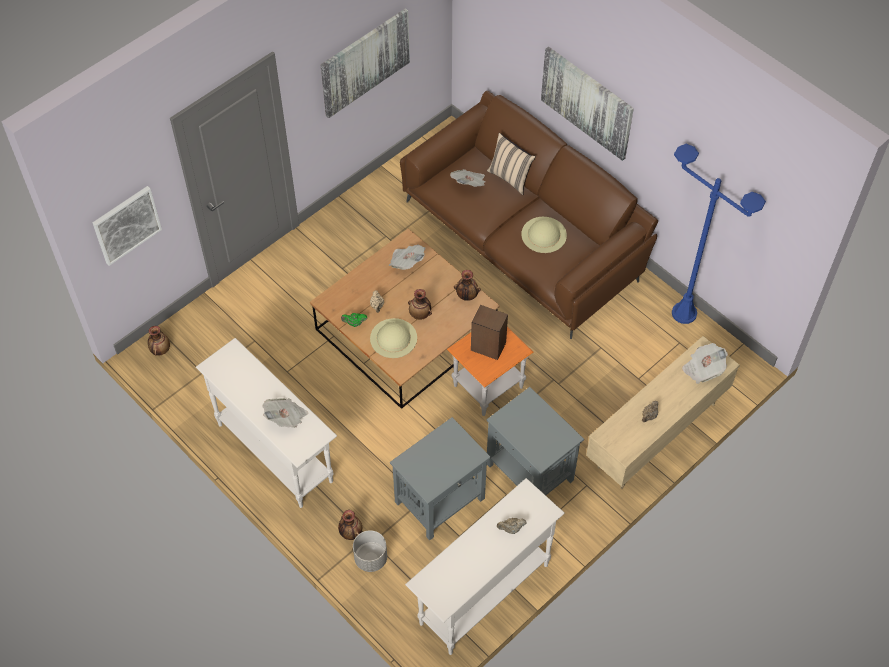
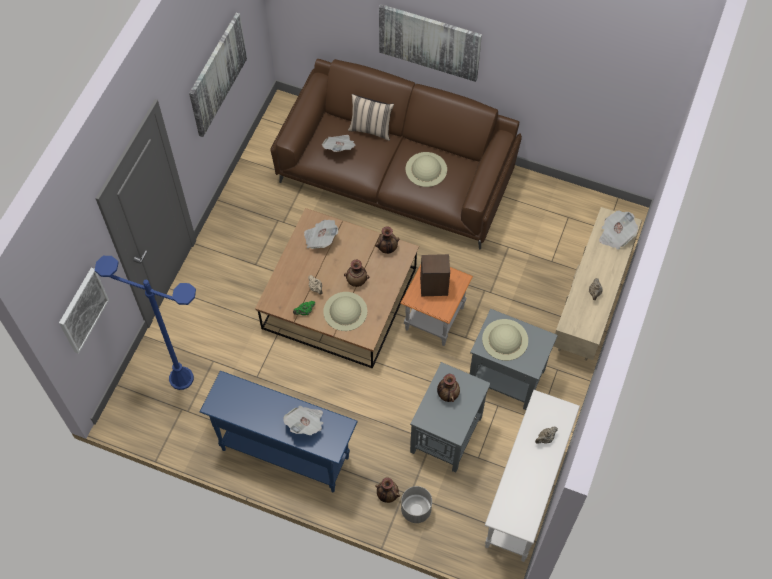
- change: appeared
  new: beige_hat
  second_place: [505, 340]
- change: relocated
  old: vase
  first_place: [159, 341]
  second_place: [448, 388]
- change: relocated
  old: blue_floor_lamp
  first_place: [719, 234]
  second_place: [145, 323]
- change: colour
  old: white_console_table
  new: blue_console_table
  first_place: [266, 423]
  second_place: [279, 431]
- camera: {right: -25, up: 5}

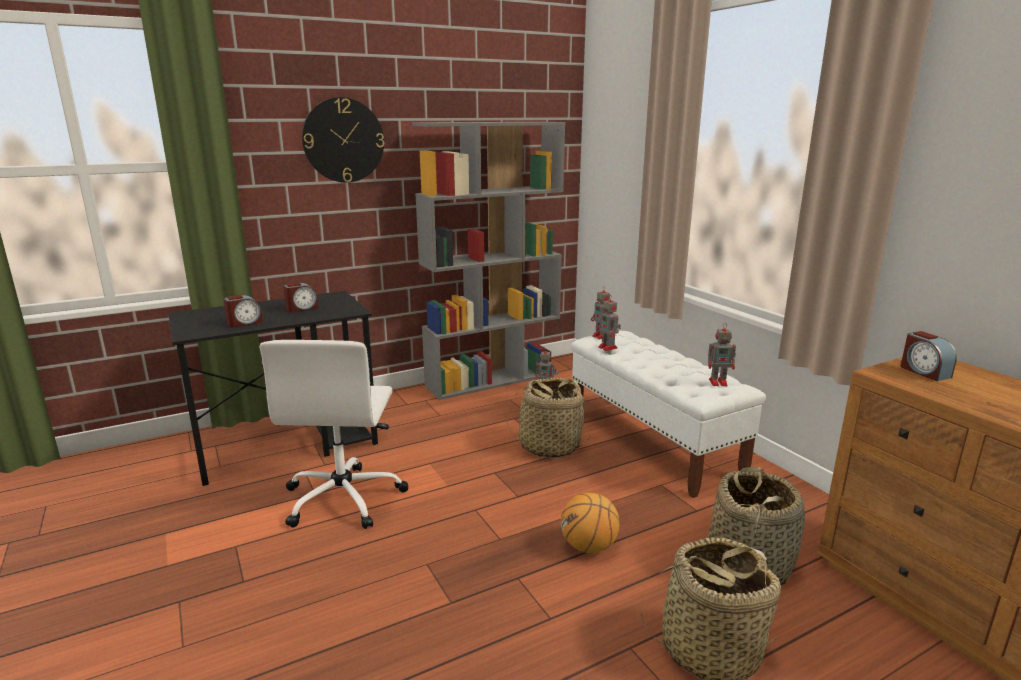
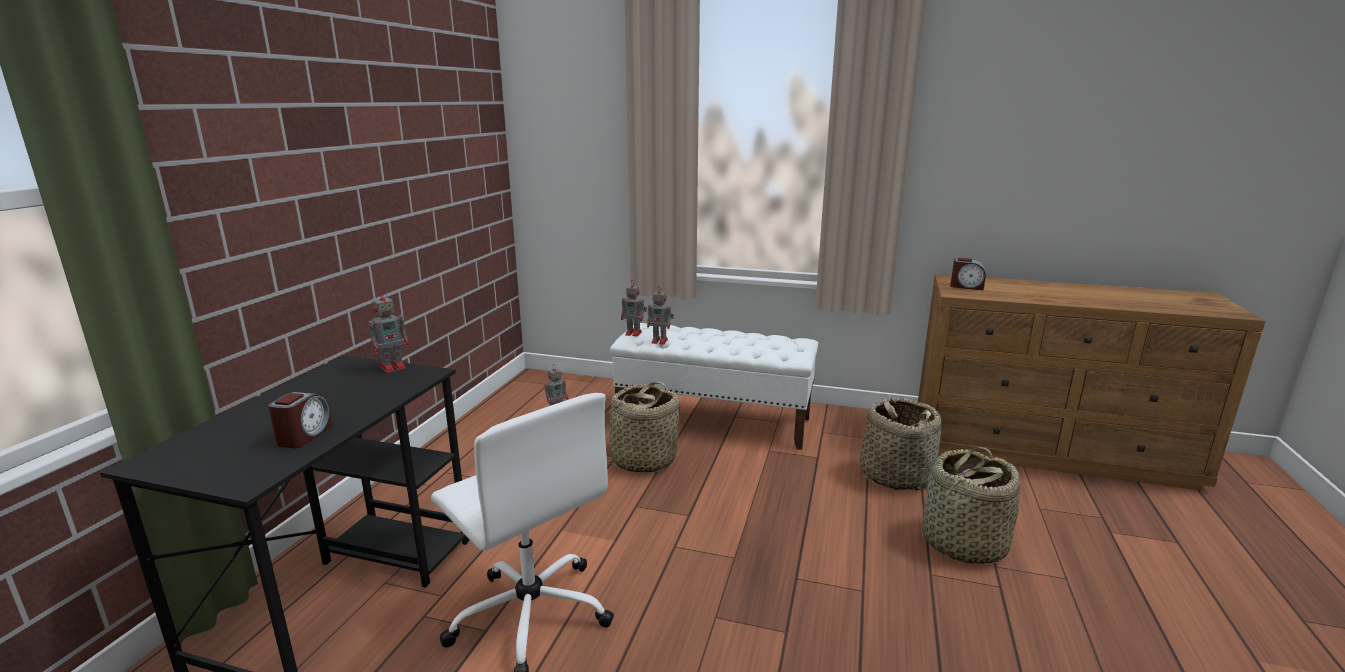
- change: missing
  old: alarm_clock
  first_place: [300, 297]
- change: missing
  old: wall_clock
  first_place: [343, 140]
- change: missing
  old: grey_bookcase
  first_place: [488, 261]
- change: missing
  old: basketball
  first_place: [590, 523]
- change: relocated
  old: toy_robot
  first_place: [722, 354]
  second_place: [388, 331]
- camera: {right: -45, up: 0}

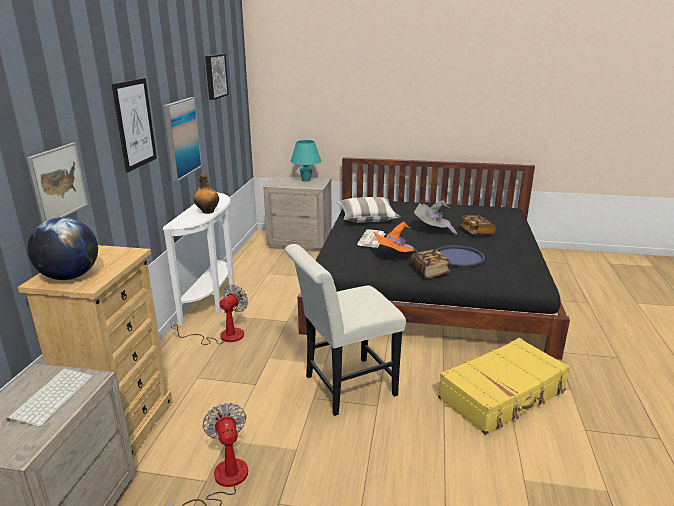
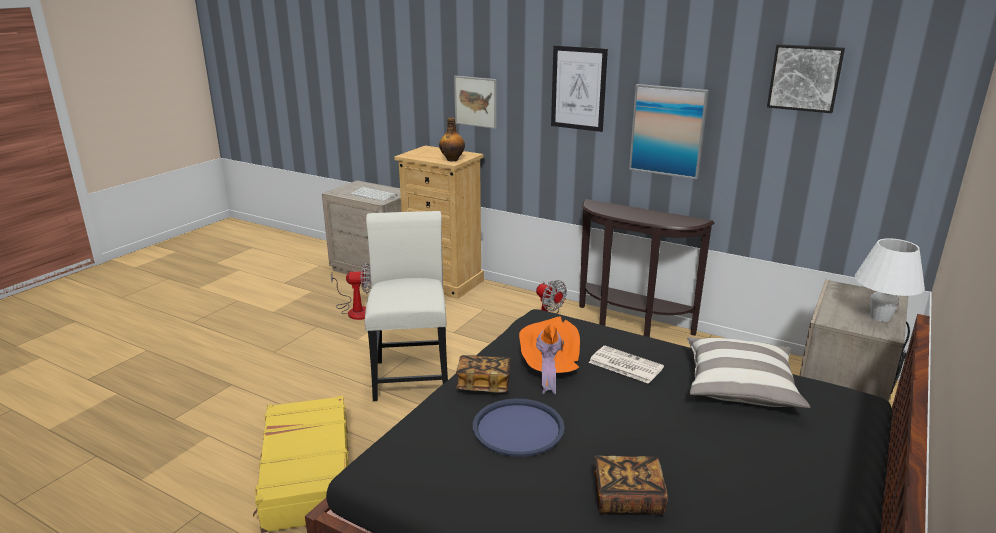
- change: missing
  old: globe
  first_place: [62, 248]
- change: missing
  old: grey_hat
  first_place: [435, 218]
- change: relocated
  old: bottle
  first_place: [206, 194]
  second_place: [452, 139]
- change: colour
  old: white_console_table
  new: brown_console_table
  first_place: [198, 259]
  second_place: [646, 268]
- change: colour
  old: turquoise_table_lamp
  new: white_table_lamp
  first_place: [306, 160]
  second_place: [890, 280]
- camera: {right: 110, up: 0}

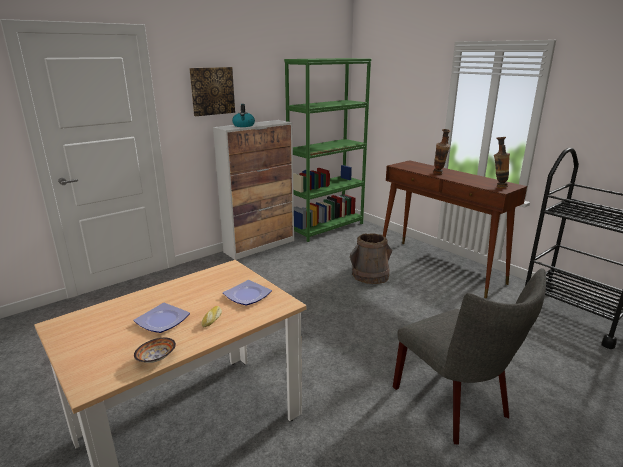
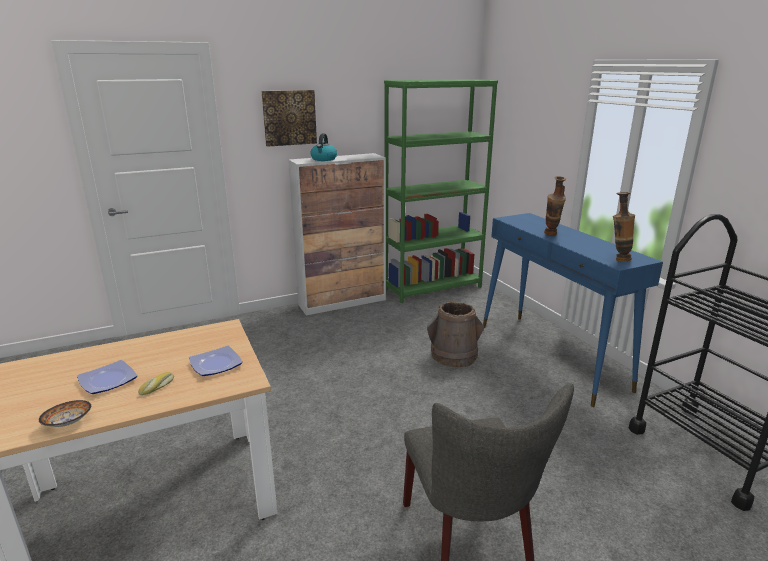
- change: colour
  old: brown_console_table
  new: blue_console_table
  first_place: [455, 229]
  second_place: [573, 310]
- camera: {right: 15, up: 0}

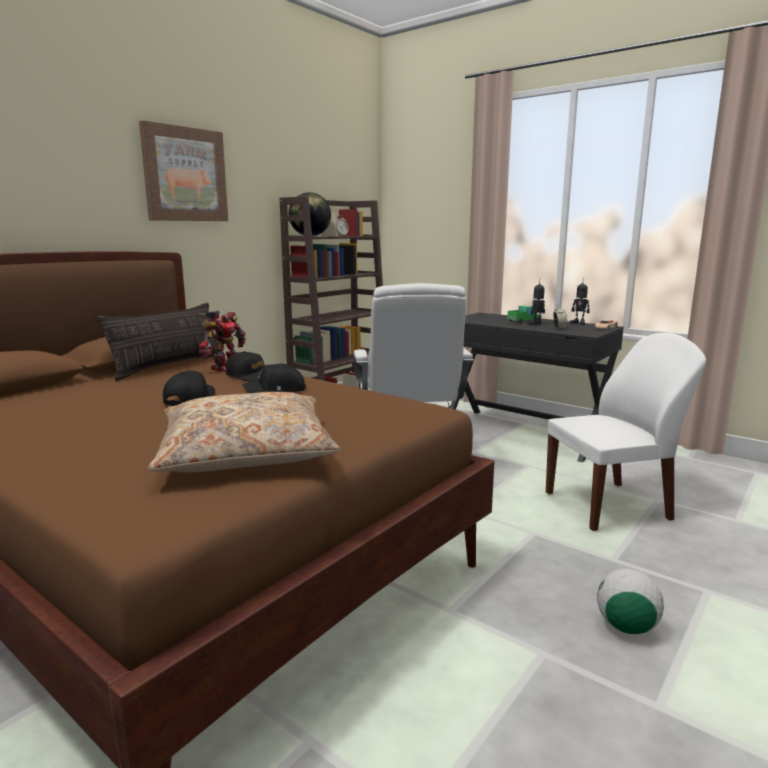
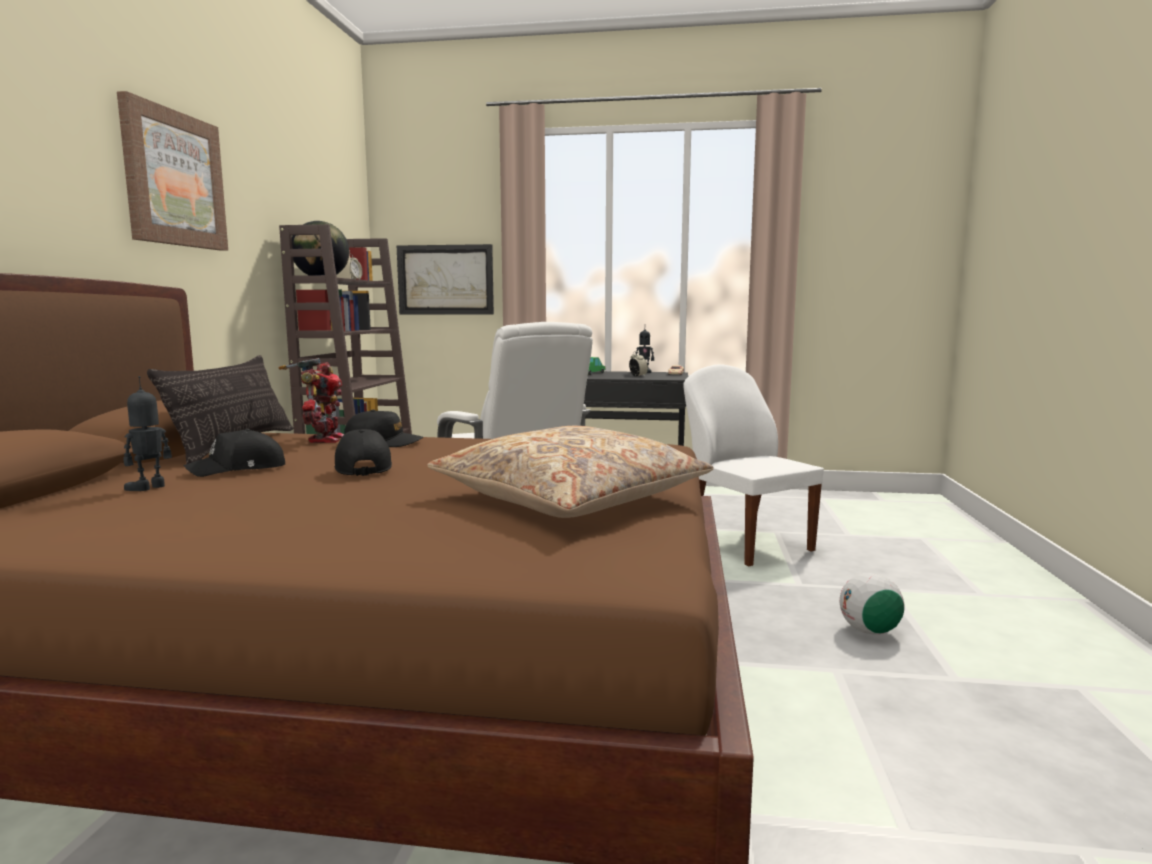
- change: appeared
  new: picture
  second_place: [445, 279]
- change: relocated
  old: black_cap
  first_place: [274, 378]
  second_place: [234, 453]
- change: relocated
  old: toy_robot
  first_place: [536, 304]
  second_place: [147, 433]
- change: spun
  old: white_chair
  first_place: [626, 432]
  second_place: [753, 465]
  degrees: -75
- camera: {right: -30, up: -5}

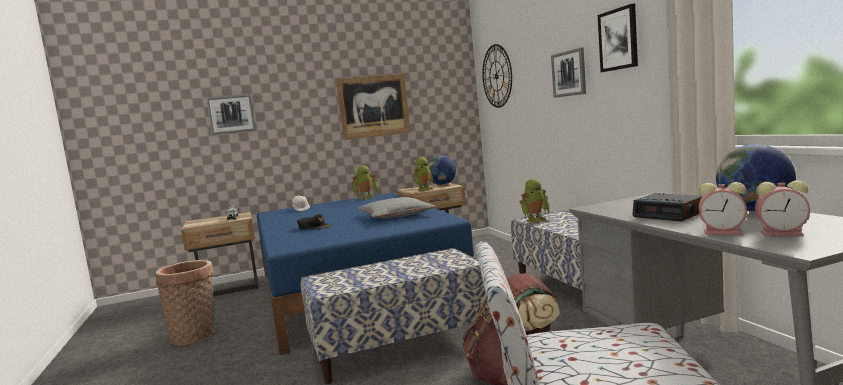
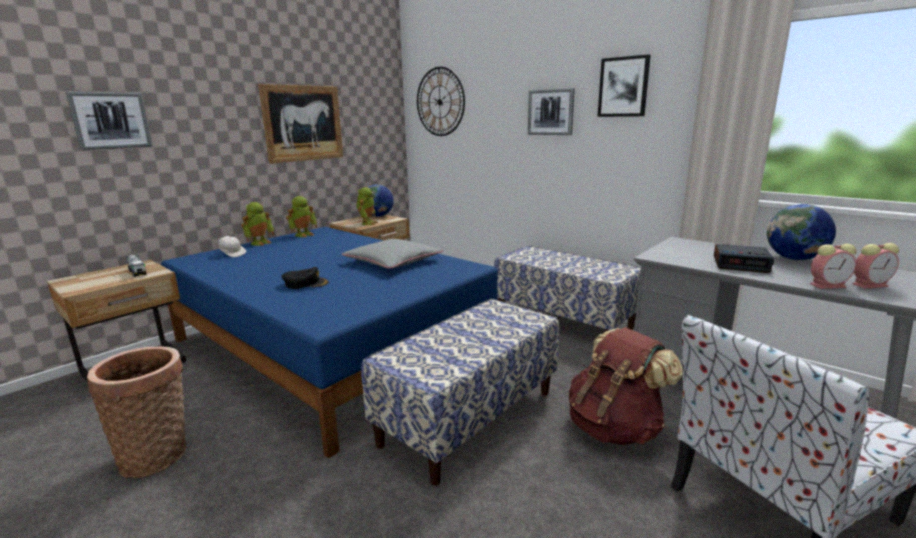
- change: relocated
  old: toy_robot
  first_place: [535, 201]
  second_place: [257, 224]
- camera: {right: -30, up: 10}

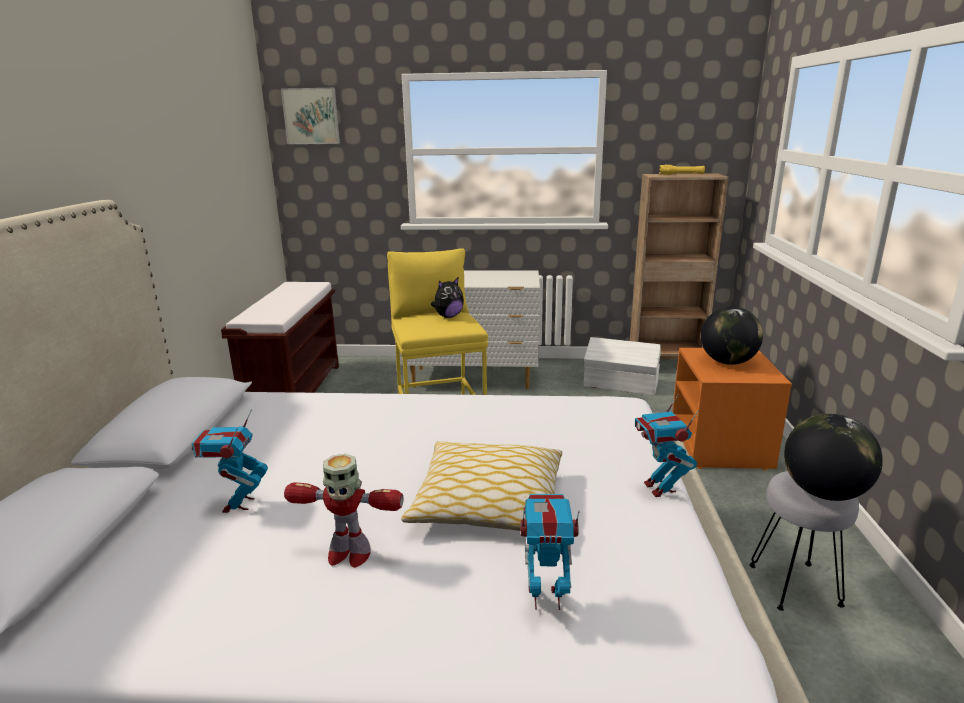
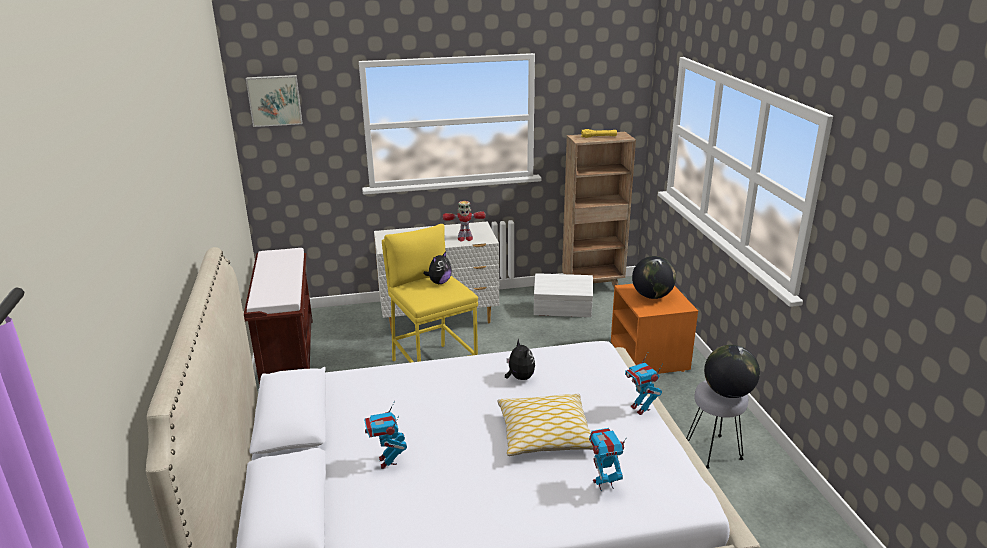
- change: appeared
  new: plush_toy
  second_place: [520, 359]
- change: relocated
  old: toy_robot
  first_place: [344, 511]
  second_place: [464, 221]
- camera: {right: -15, up: 5}

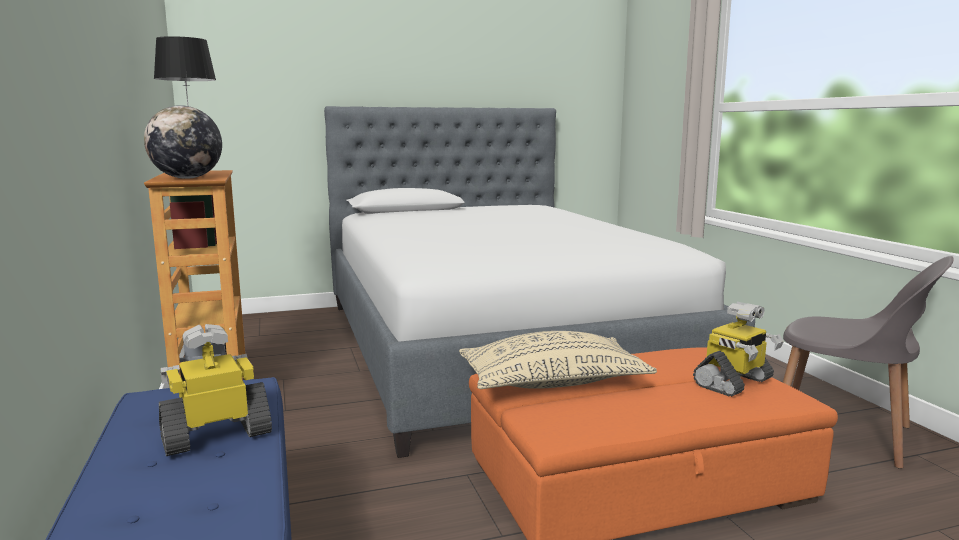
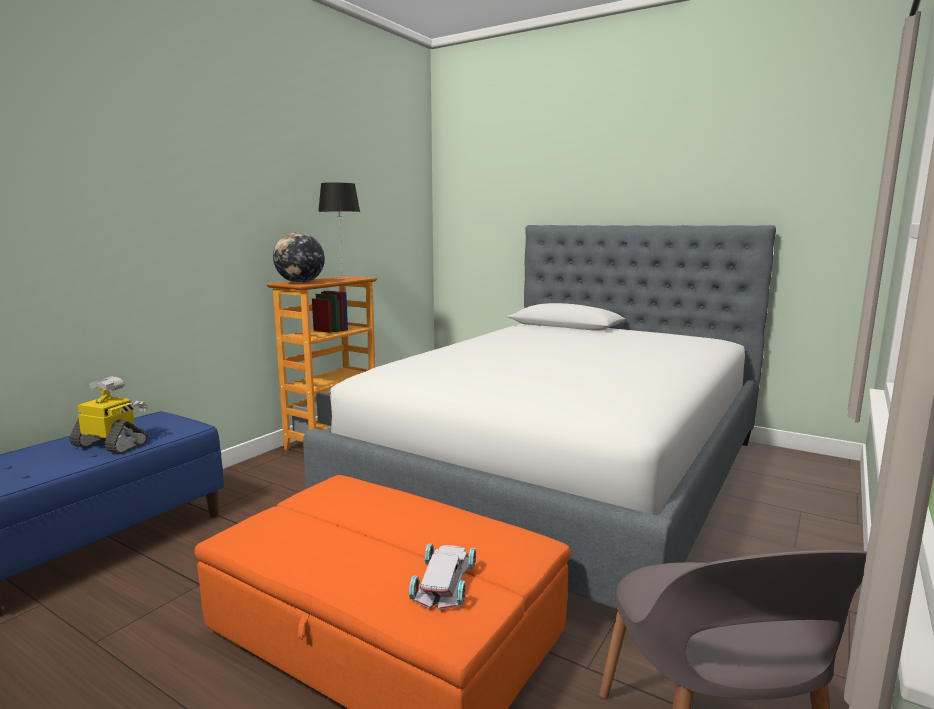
- change: missing
  old: beige_pillow
  first_place: [558, 360]
- change: exchanged
  old: toy_robot
  new: white_toy_car
  first_place: [738, 349]
  second_place: [442, 577]
- camera: {right: 50, up: 0}

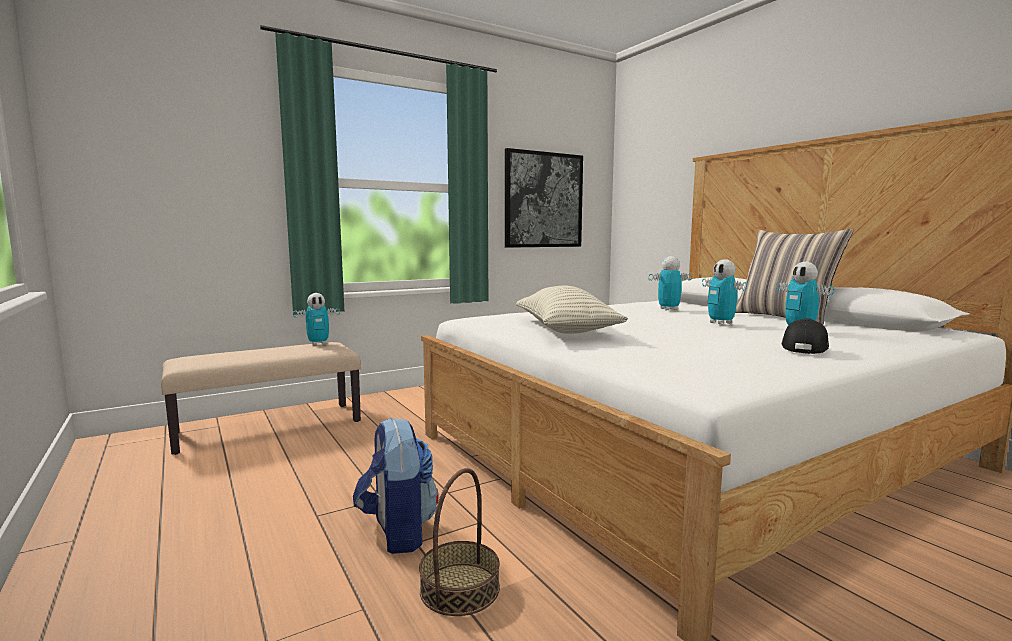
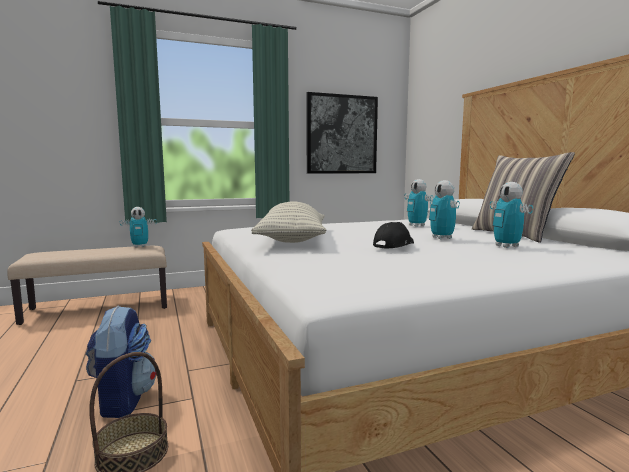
- change: relocated
  old: black_cap
  first_place: [805, 336]
  second_place: [393, 235]
- change: spun
  old: toy_robot
  first_place: [670, 283]
  second_place: [418, 203]
  degrees: -120
- camera: {right: 10, up: 0}

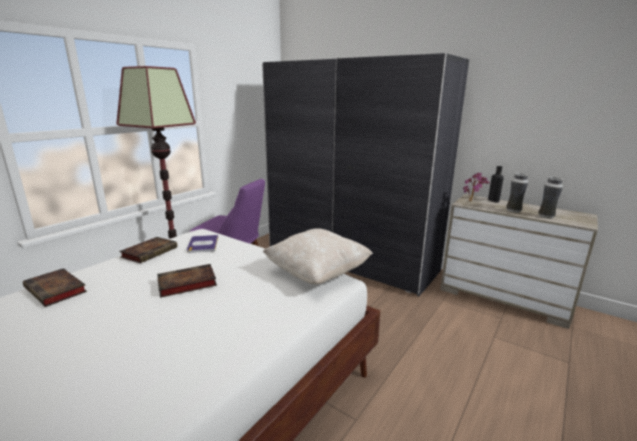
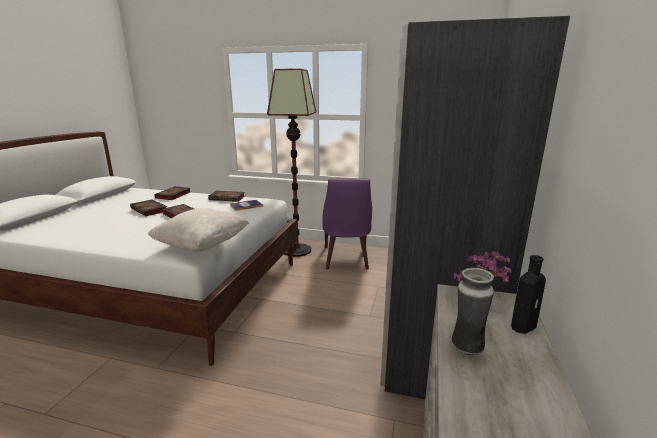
- change: missing
  old: vase
  first_place: [551, 198]
- change: appeared
  new: book
  second_place: [148, 207]
- camera: {right: 70, up: 0}

